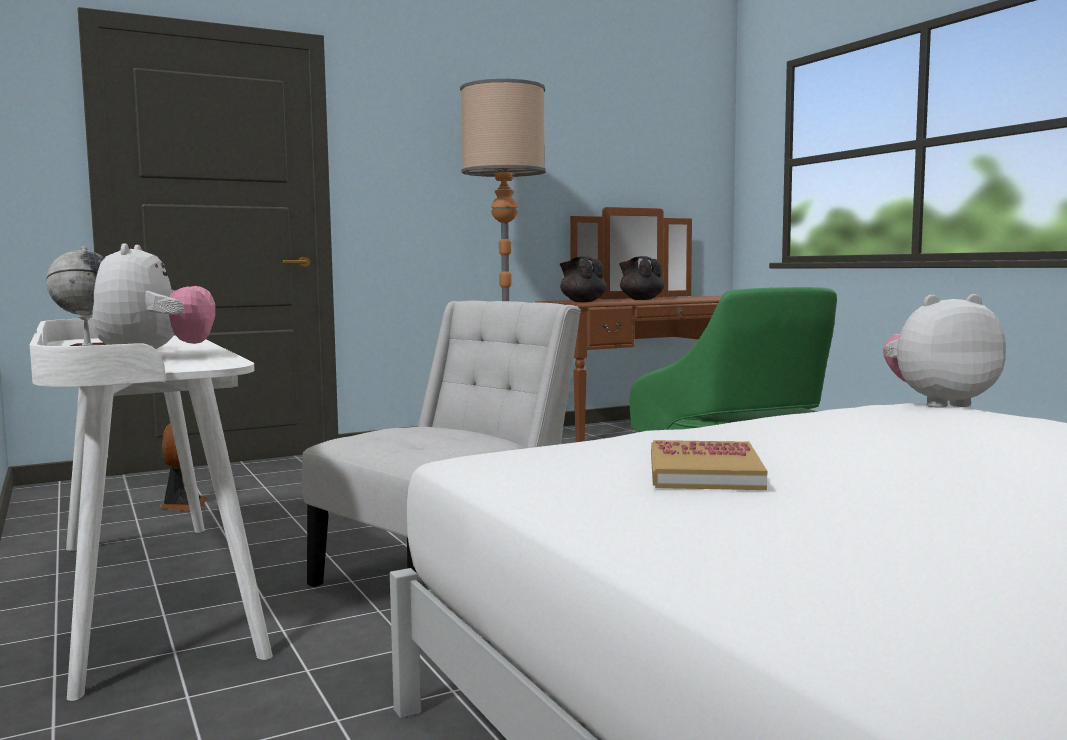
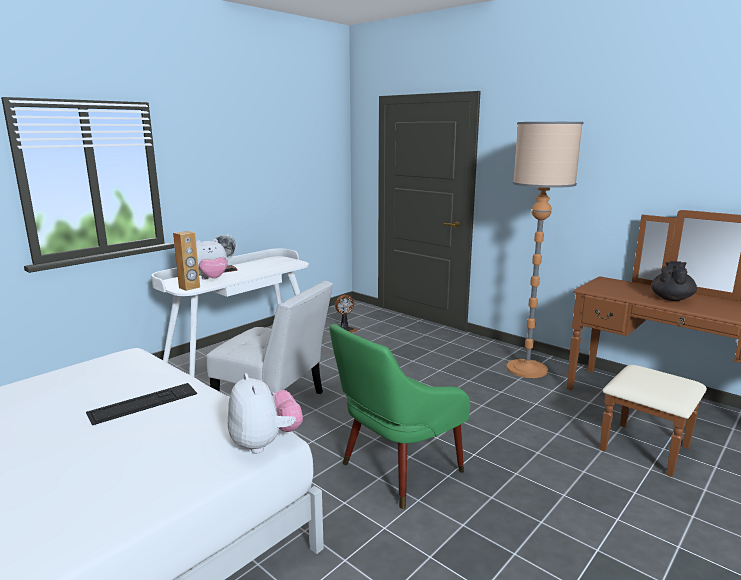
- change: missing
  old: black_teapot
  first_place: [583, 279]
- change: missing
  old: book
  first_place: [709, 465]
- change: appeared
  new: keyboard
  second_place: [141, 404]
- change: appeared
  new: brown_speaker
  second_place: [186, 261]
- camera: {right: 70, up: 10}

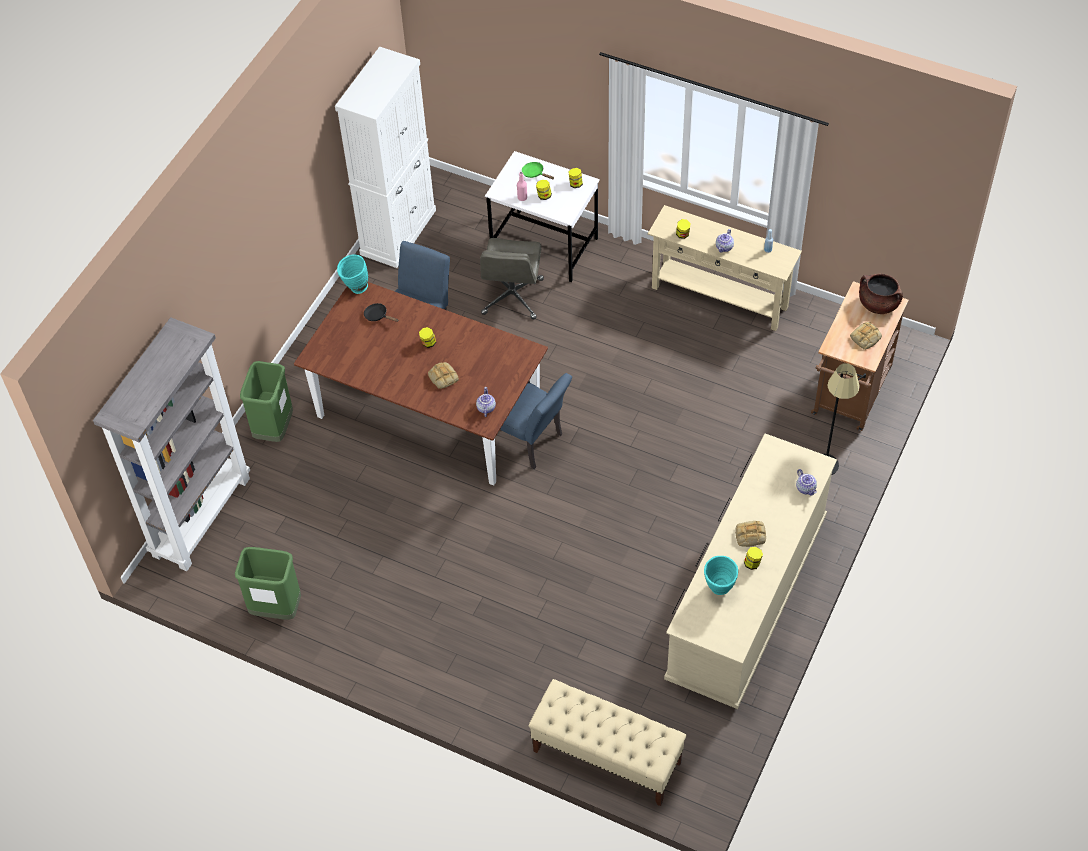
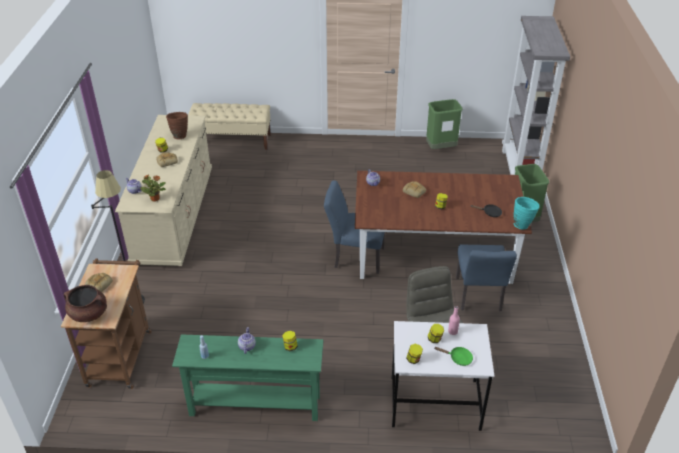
- change: missing
  old: white_cabinet
  first_place: [385, 157]
- change: appeared
  new: potted_plant
  second_place: [153, 188]
- change: colour
  old: beige_console_table
  new: green_console_table
  first_place: [725, 268]
  second_place: [248, 377]
- change: colour
  old: turquoise_vase
  new: brown_vase
  first_place: [721, 575]
  second_place: [177, 125]
- camera: {right: 155, up: -15}

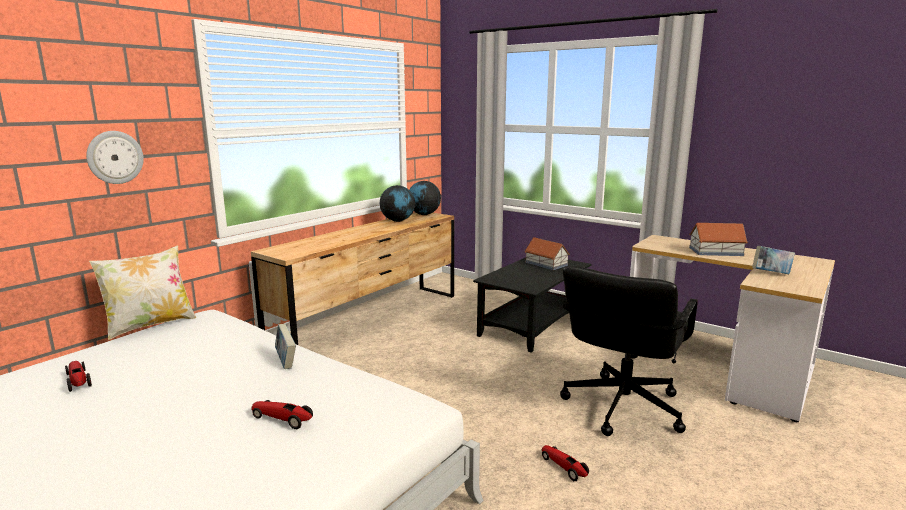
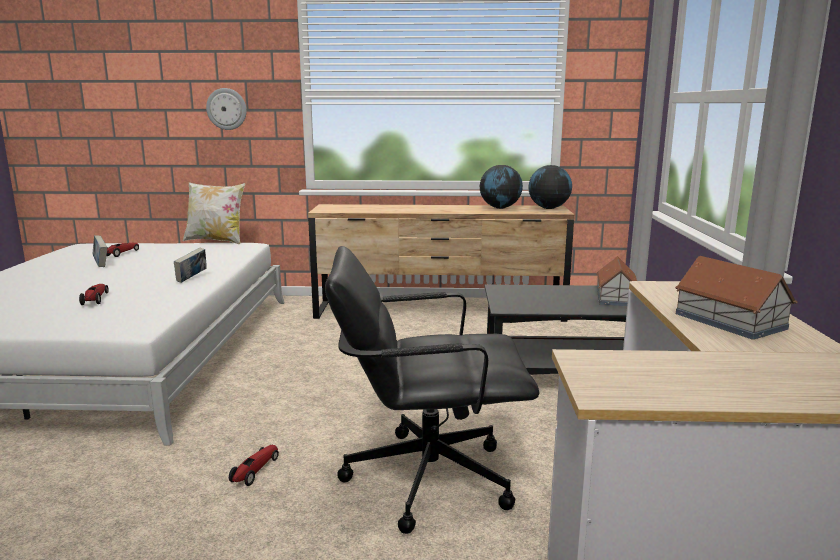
- change: relocated
  old: book
  first_place: [774, 260]
  second_place: [99, 251]
- camera: {right: 55, up: 0}

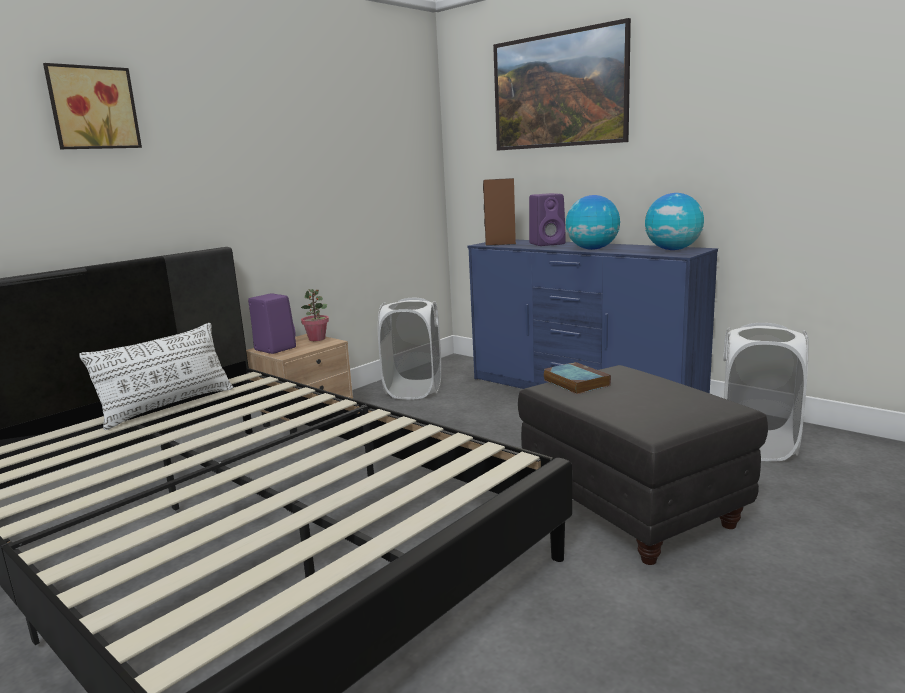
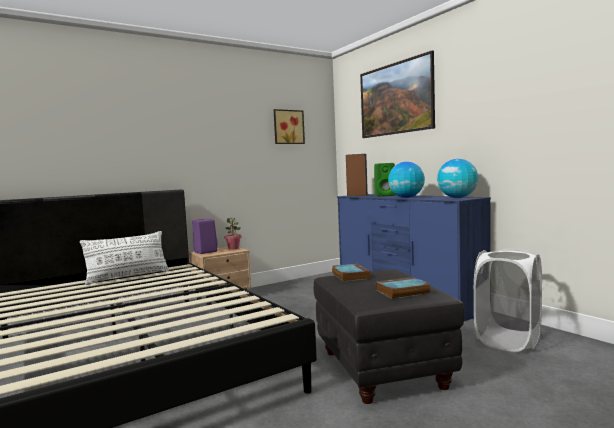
- change: missing
  old: white_laundry_basket
  first_place: [409, 349]
- change: appeared
  new: book
  second_place: [403, 288]
- change: relocated
  old: picture
  first_place: [92, 106]
  second_place: [289, 126]
- change: colour
  old: purple_speaker
  new: green_speaker
  first_place: [547, 219]
  second_place: [385, 179]
- camera: {right: 15, up: -10}

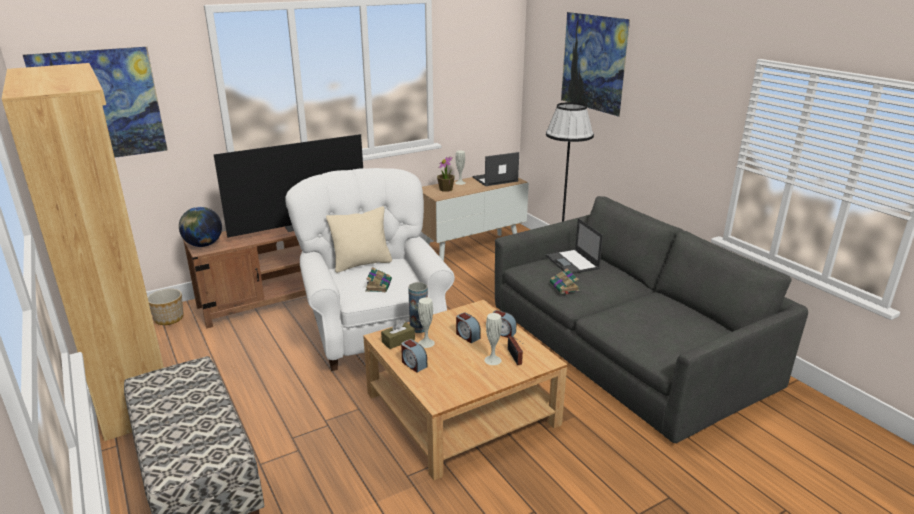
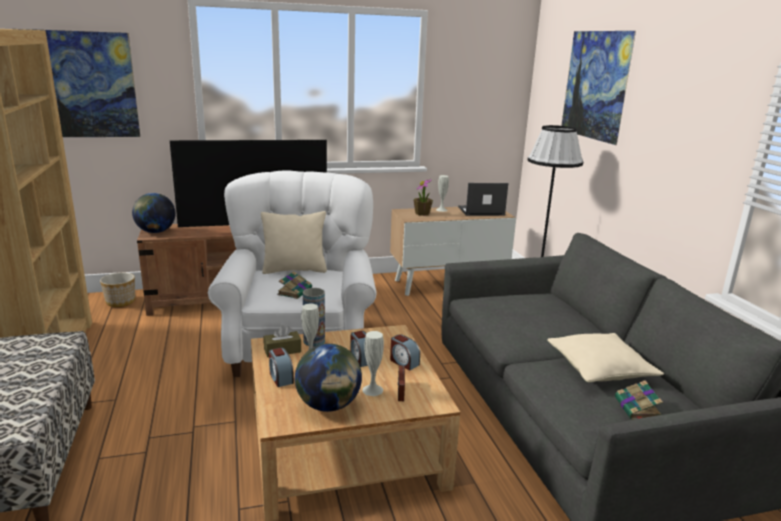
- change: missing
  old: laptop
  first_place: [574, 246]
- change: appeared
  new: globe
  second_place: [328, 378]
- change: appeared
  new: beige_pillow
  second_place: [605, 357]
- change: relocated
  old: book
  first_place: [565, 281]
  second_place: [639, 400]
- camera: {right: 15, up: -5}

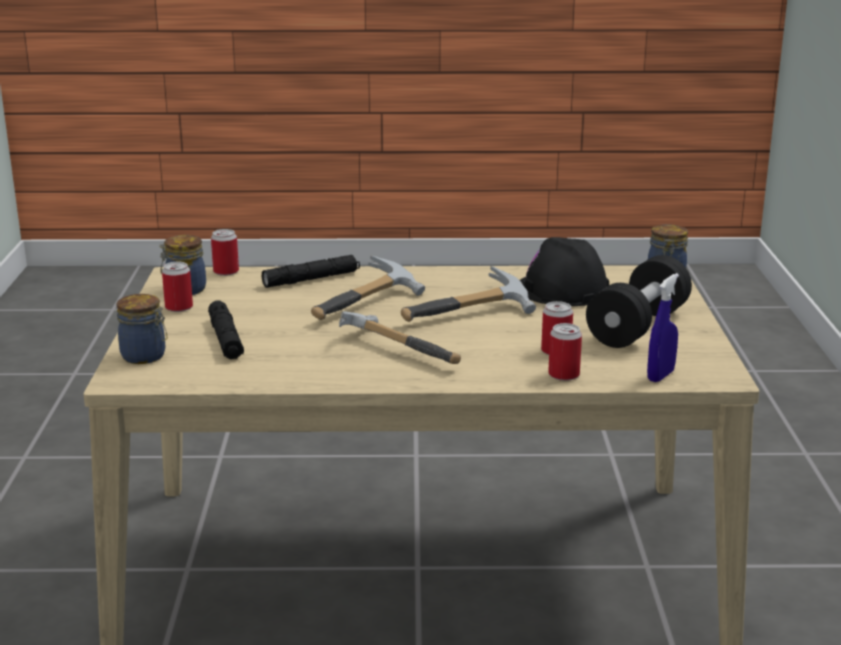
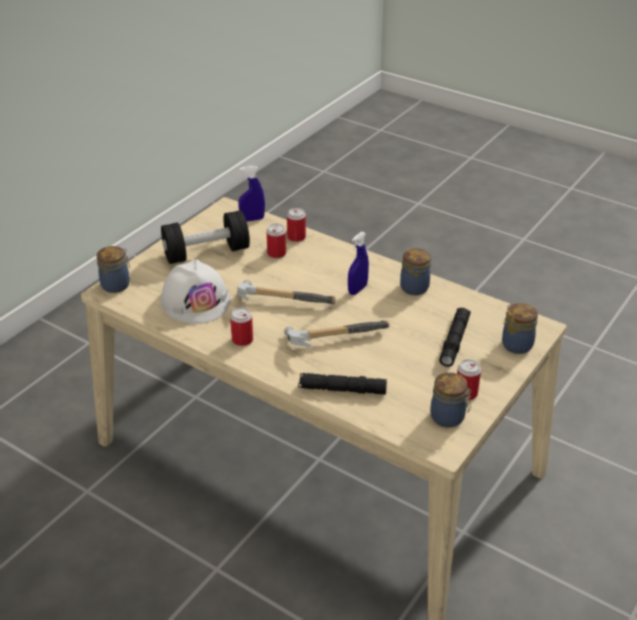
- change: appeared
  new: jar
  second_place: [415, 271]
- change: relocated
  old: can
  first_place: [225, 252]
  second_place: [241, 326]
- change: exchanged
  old: hammer
  new: blue_spray_bottle
  first_place: [400, 337]
  second_place: [358, 263]
- change: colour
  old: black_hard_hat
  new: white_hard_hat
  first_place: [564, 271]
  second_place: [195, 292]
- camera: {right: -145, up: 15}

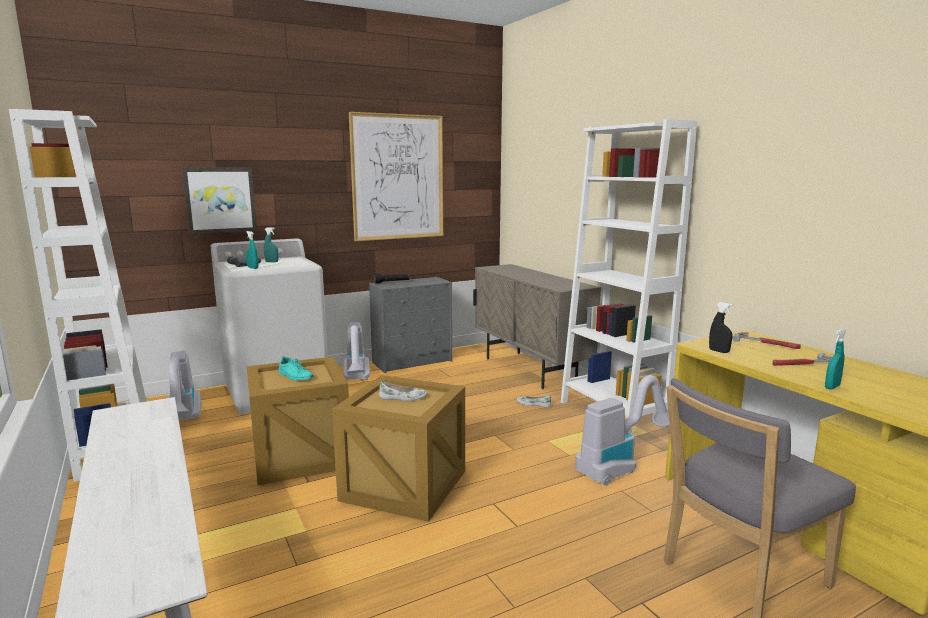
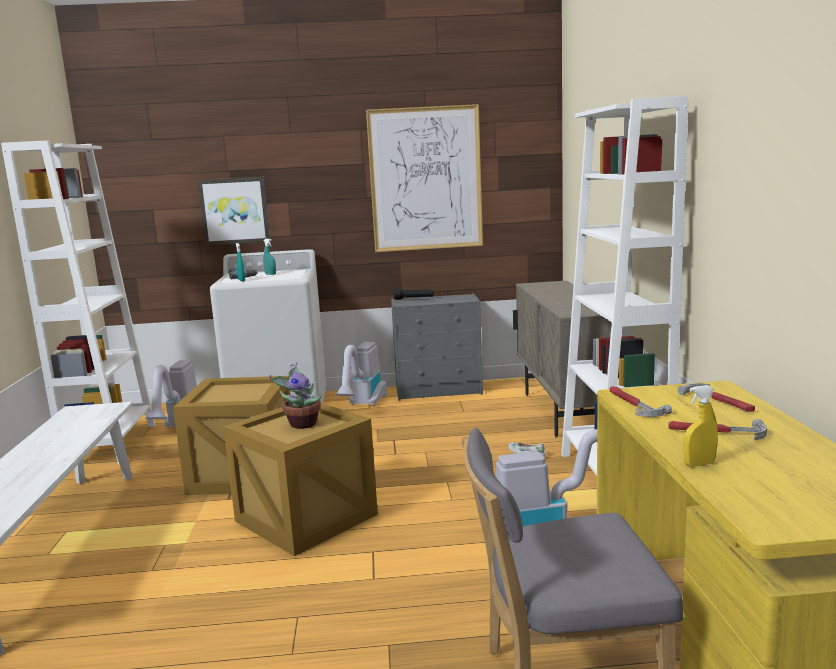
- change: missing
  old: turquoise_shoe
  first_place: [296, 368]
- change: exchanged
  old: white_shoe
  new: potted_plant
  first_place: [403, 391]
  second_place: [295, 395]
- change: exchanged
  old: black_spray_bottle
  new: hammer
  first_place: [721, 327]
  second_place: [641, 401]
- change: colour
  old: turquoise_spray_bottle
  new: yellow_spray_bottle
  first_place: [835, 359]
  second_place: [700, 425]
- camera: {right: 25, up: 0}

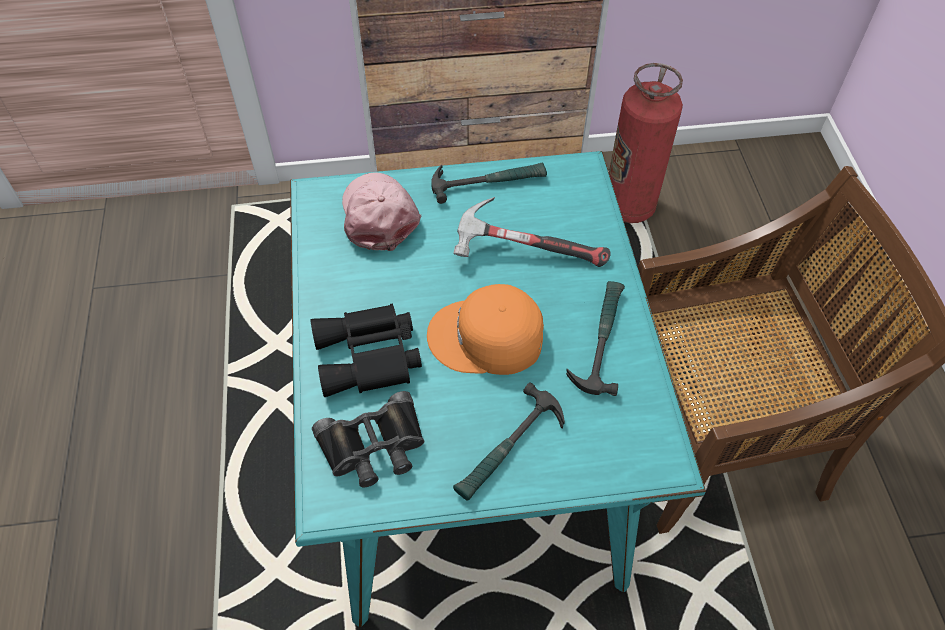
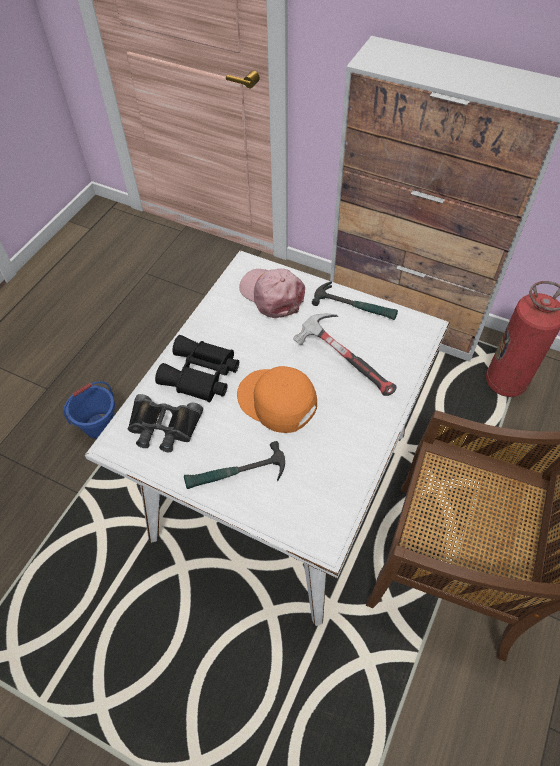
- change: missing
  old: hammer
  first_place: [595, 338]
- change: appeared
  new: blue_bucket
  second_place: [89, 410]
- change: colour
  old: turquoise_dining_table
  new: white_dining_table
  first_place: [498, 389]
  second_place: [267, 438]
- change: spun
  old: pink_cap
  first_place: [381, 212]
  second_place: [272, 293]
  degrees: -60
- camera: {right: 35, up: 0}

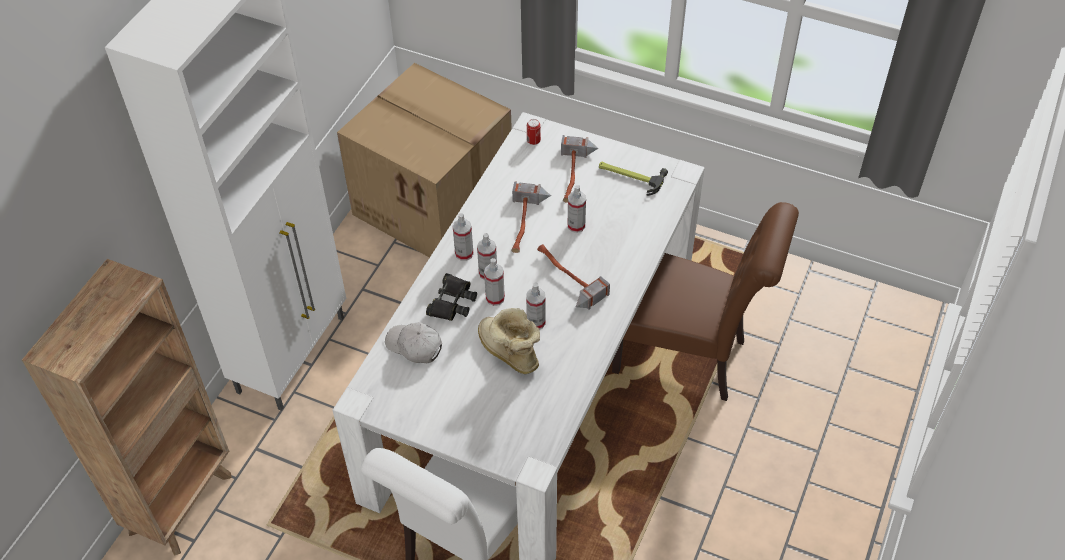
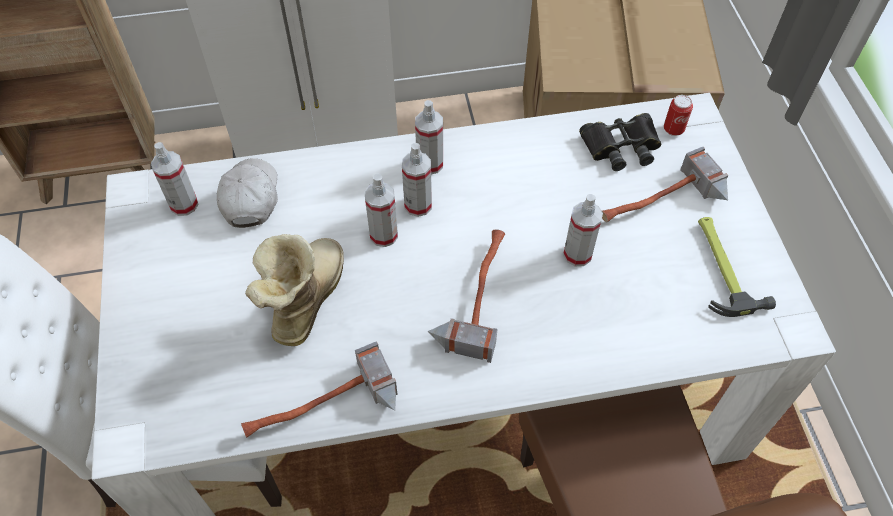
- change: relocated
  old: black_binoculars
  first_place: [451, 297]
  second_place: [620, 142]
- change: relocated
  old: hammer
  first_place: [531, 217]
  second_place: [319, 389]
- change: relocated
  old: spray_bottle
  first_place: [535, 306]
  second_place: [174, 179]
- camera: {right: 55, up: 5}

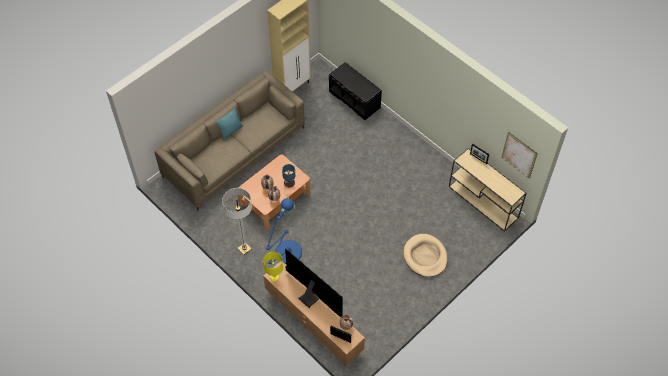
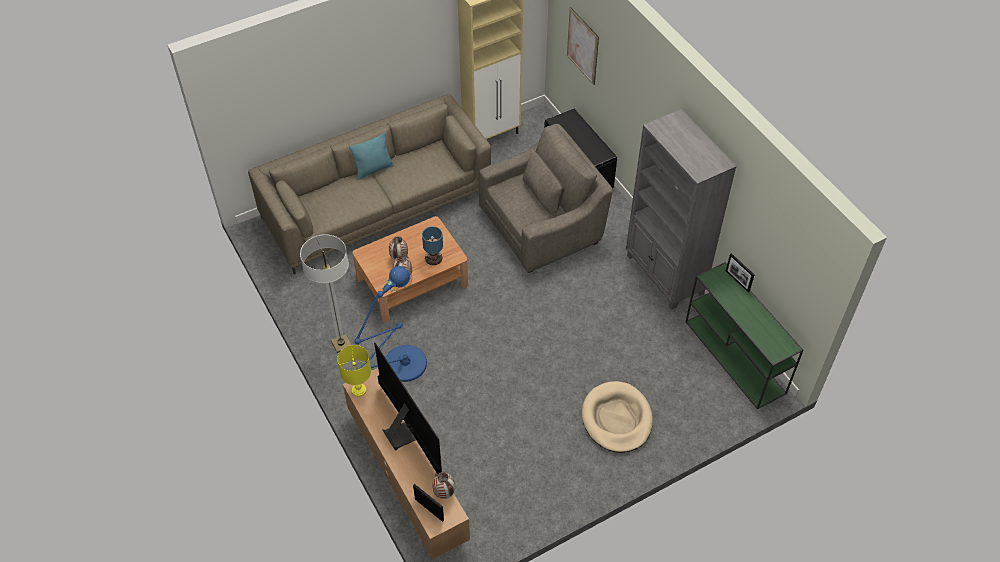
- change: appeared
  new: grey_armchair
  second_place: [546, 198]
- change: appeared
  new: grey_bookcase
  second_place: [681, 209]
- change: relocated
  old: picture
  first_place: [520, 155]
  second_place: [583, 46]
- change: colour
  old: beige_console_table
  new: green_console_table
  first_place: [488, 190]
  second_place: [744, 335]
- camera: {right: 15, up: -5}

